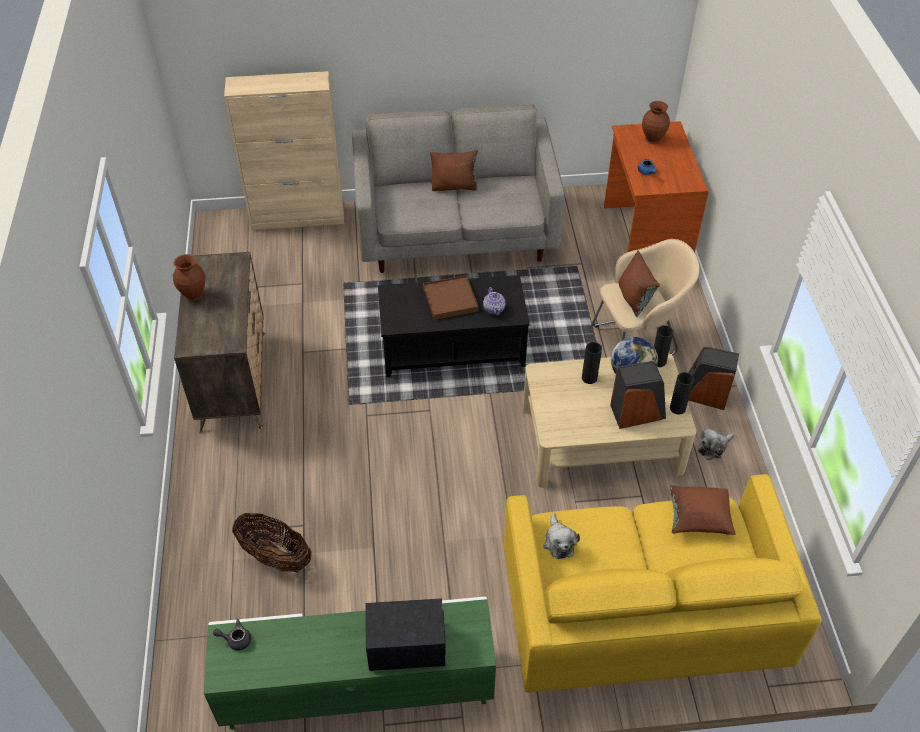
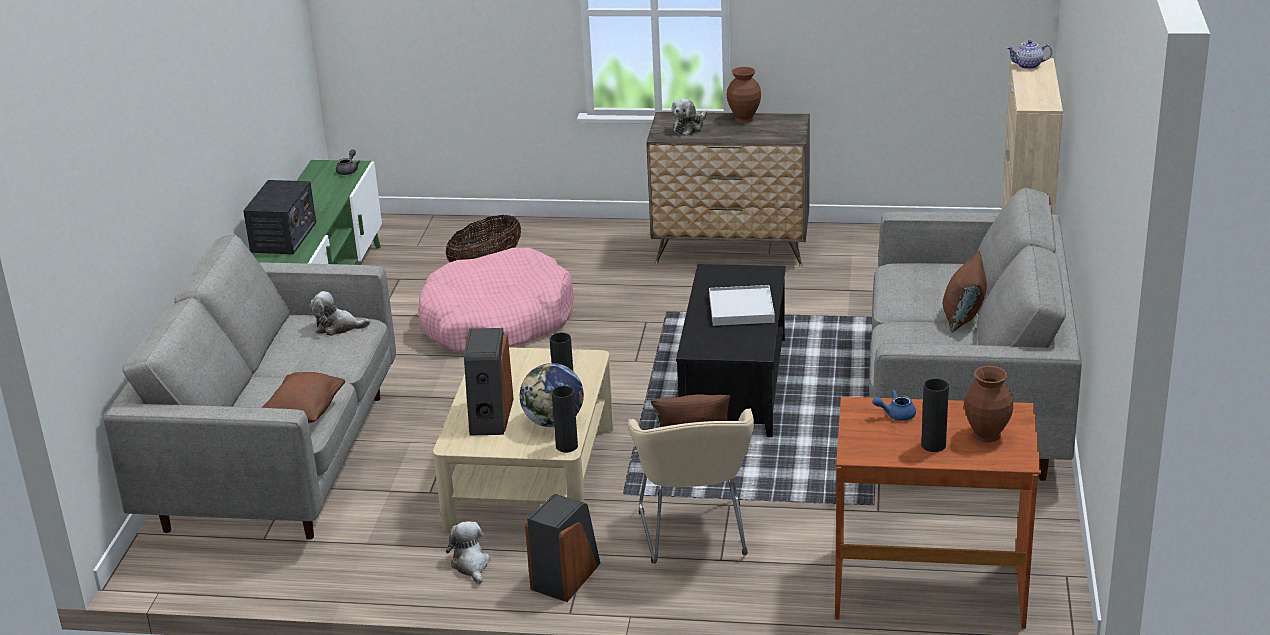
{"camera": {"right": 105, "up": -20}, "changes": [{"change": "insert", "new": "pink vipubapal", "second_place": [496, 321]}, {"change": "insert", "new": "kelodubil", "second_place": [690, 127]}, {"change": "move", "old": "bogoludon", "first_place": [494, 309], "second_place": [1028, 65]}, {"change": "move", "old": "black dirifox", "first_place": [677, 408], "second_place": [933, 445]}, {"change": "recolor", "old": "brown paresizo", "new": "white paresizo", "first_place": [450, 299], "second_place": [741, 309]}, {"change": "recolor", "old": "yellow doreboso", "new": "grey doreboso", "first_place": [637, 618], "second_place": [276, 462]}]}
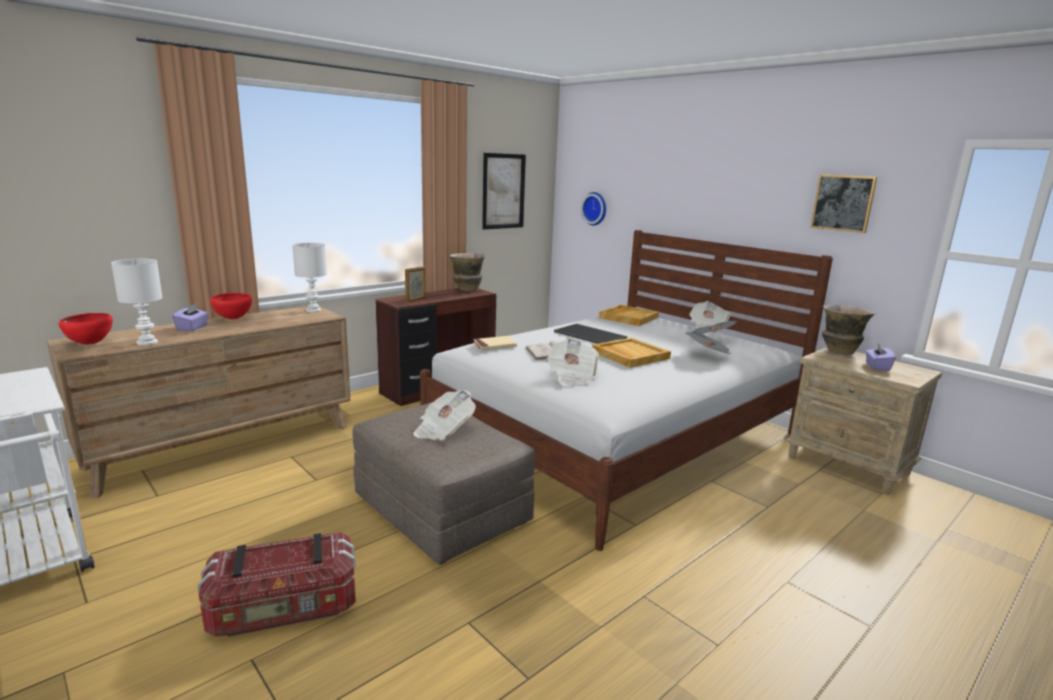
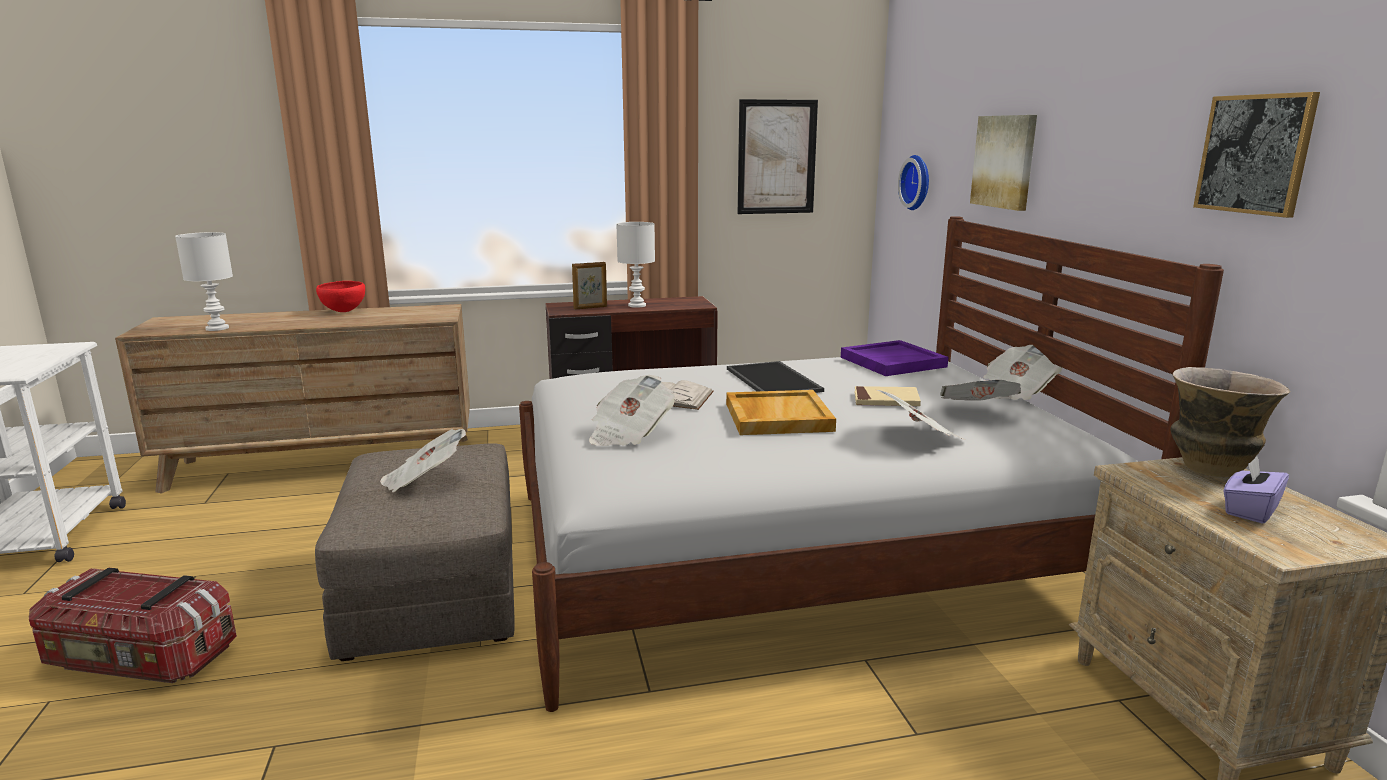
{"camera": {"right": 30, "up": 0}, "changes": [{"change": "delete", "old": "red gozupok", "first_place": [90, 343]}, {"change": "delete", "old": "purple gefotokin", "first_place": [192, 328]}, {"change": "delete", "old": "dirifox", "first_place": [466, 290]}, {"change": "insert", "new": "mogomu", "second_place": [1005, 161]}, {"change": "move", "old": "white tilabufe", "first_place": [314, 310], "second_place": [637, 305]}, {"change": "move", "old": "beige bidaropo", "first_place": [494, 345], "second_place": [886, 400]}, {"change": "recolor", "old": "beige paresizo", "new": "purple paresizo", "first_place": [628, 317], "second_place": [893, 362]}]}
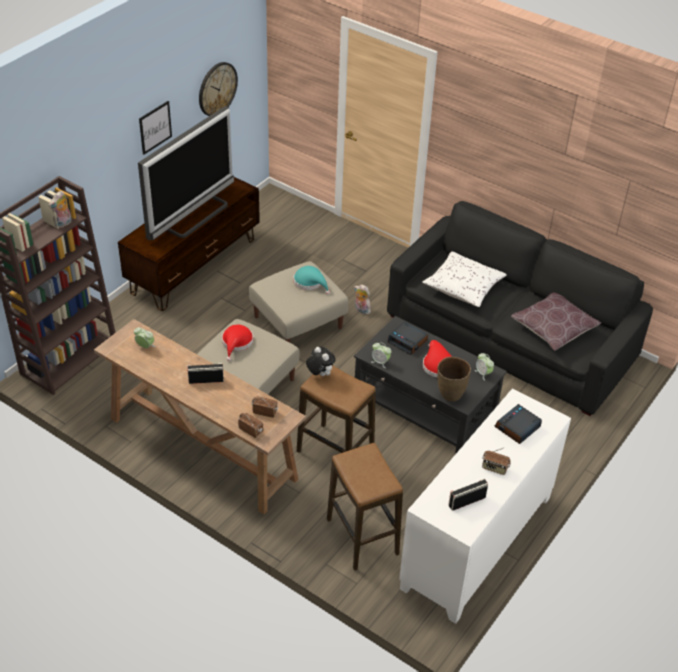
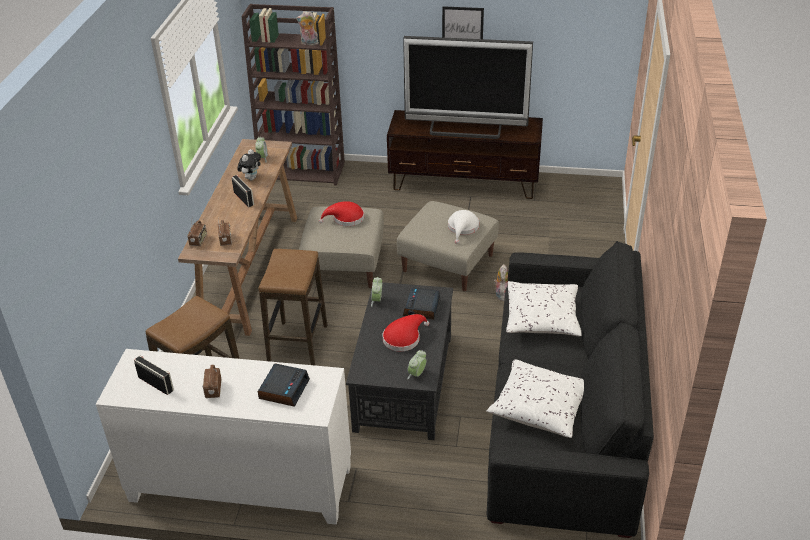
{"camera": {"right": 65, "up": -5}, "changes": [{"change": "delete", "old": "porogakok", "first_place": [217, 89]}, {"change": "delete", "old": "brown dirifox", "first_place": [450, 395]}, {"change": "move", "old": "kelodubil", "first_place": [319, 374], "second_place": [251, 178]}, {"change": "recolor", "old": "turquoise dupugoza", "new": "white dupugoza", "first_place": [310, 282], "second_place": [462, 228]}, {"change": "recolor", "old": "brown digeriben", "new": "white digeriben", "first_place": [553, 328], "second_place": [540, 407]}, {"change": "rotate", "old": "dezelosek", "first_place": [517, 428], "second_place": [284, 389], "degrees": 90}]}
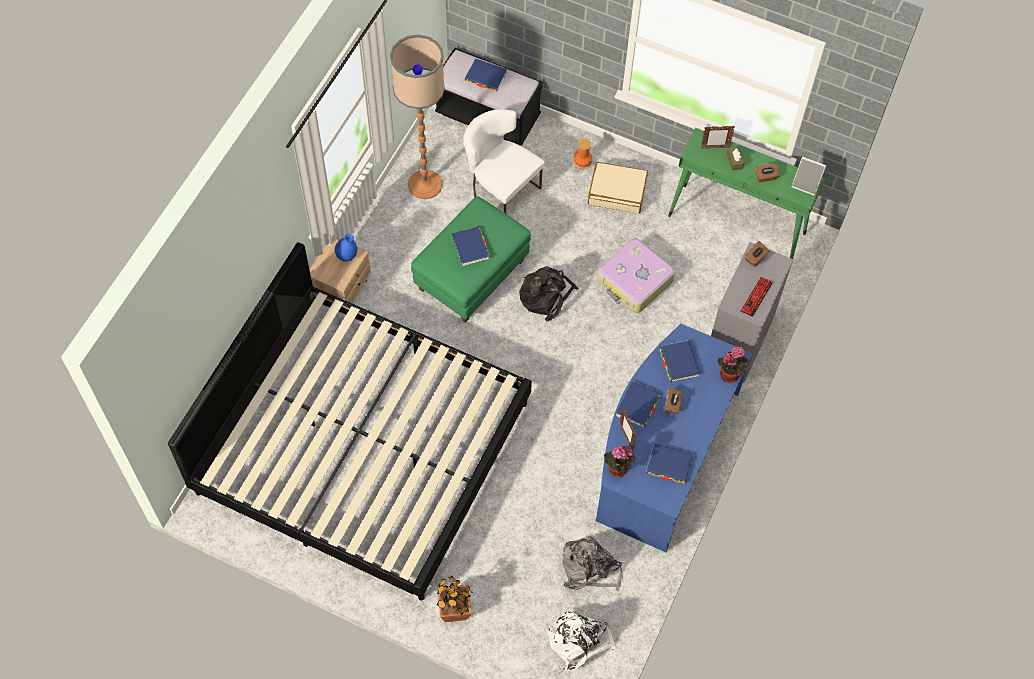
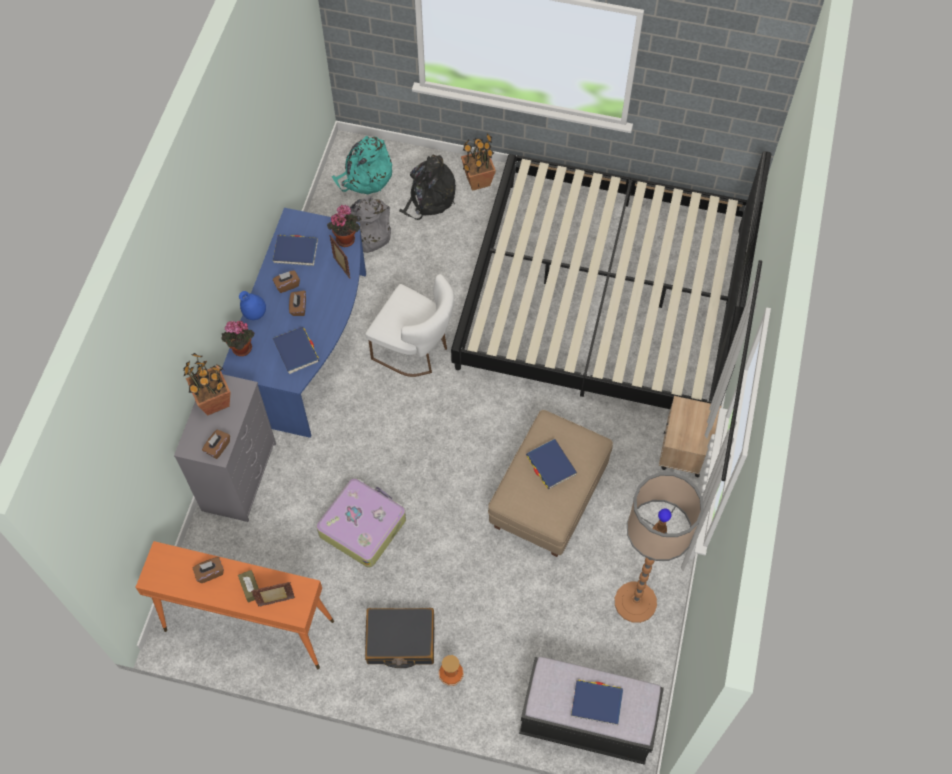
{"camera": {"right": 170, "up": 0}, "changes": [{"change": "delete", "old": "blue bidaropo", "first_place": [637, 405]}, {"change": "delete", "old": "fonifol", "first_place": [806, 185]}, {"change": "insert", "new": "brown gefotokin", "second_place": [287, 285]}, {"change": "move", "old": "blue dirifox", "first_place": [347, 256], "second_place": [255, 314]}, {"change": "move", "old": "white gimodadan", "first_place": [500, 189], "second_place": [416, 349]}, {"change": "move", "old": "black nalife", "first_place": [546, 296], "second_place": [429, 199]}, {"change": "replace", "old": "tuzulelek", "new": "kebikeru", "first_place": [756, 297], "second_place": [214, 402]}, {"change": "recolor", "old": "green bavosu", "new": "beige bavosu", "first_place": [471, 274], "second_place": [548, 498]}, {"change": "recolor", "old": "white nalife", "new": "turquoise nalife", "first_place": [578, 641], "second_place": [365, 177]}, {"change": "recolor", "old": "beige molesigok", "new": "black molesigok", "first_place": [617, 192], "second_place": [400, 640]}, {"change": "recolor", "old": "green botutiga", "new": "orange botutiga", "first_place": [737, 225], "second_place": [248, 625]}]}
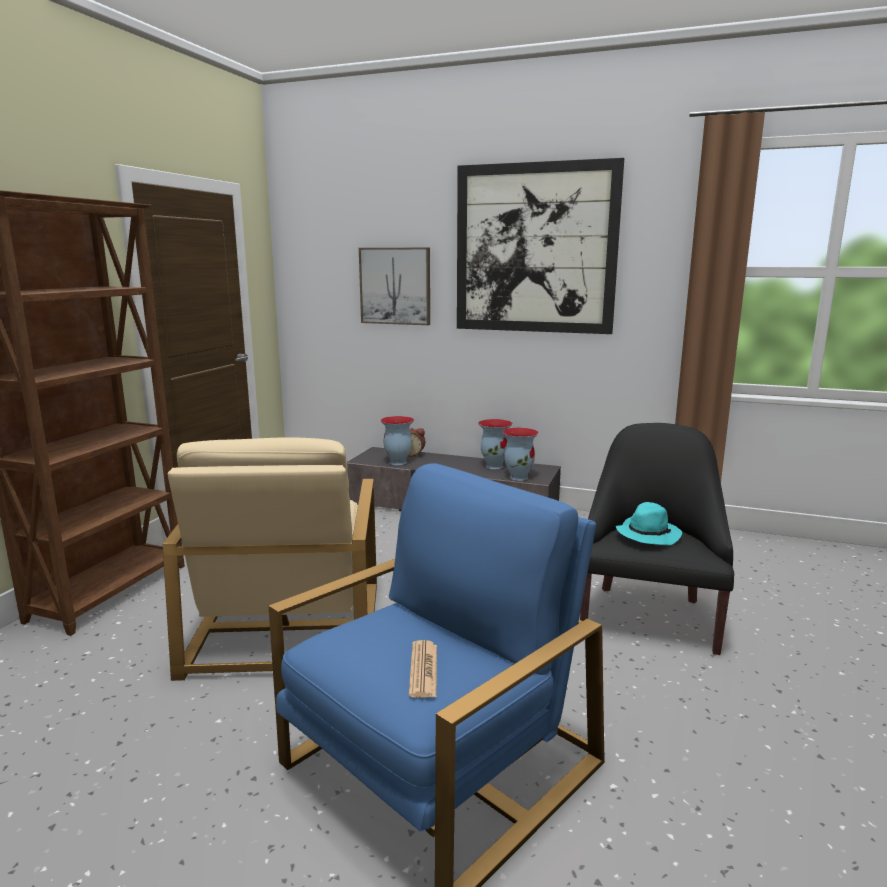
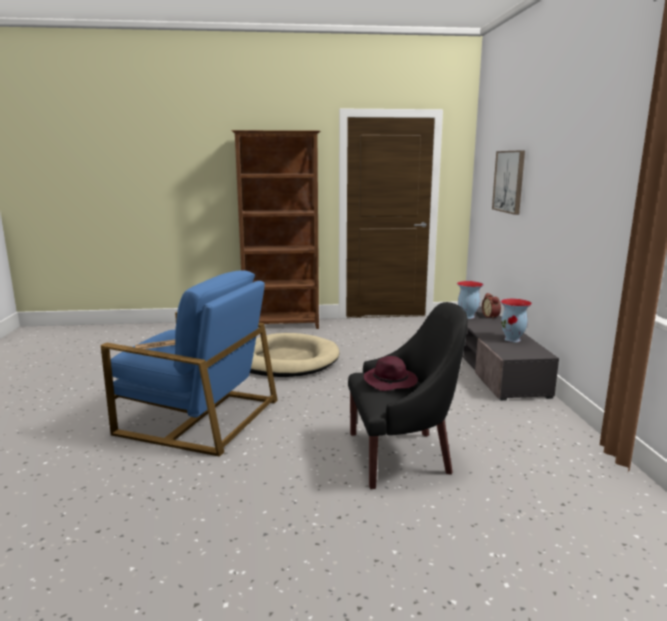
{"camera": {"right": 65, "up": 0}, "changes": [{"change": "delete", "old": "mogomu", "first_place": [535, 249]}, {"change": "delete", "old": "dirifox", "first_place": [519, 477]}, {"change": "replace", "old": "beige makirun", "new": "beige vipubapal", "first_place": [285, 625], "second_place": [285, 360]}, {"change": "recolor", "old": "turquoise dupugoza", "new": "purple dupugoza", "first_place": [648, 534], "second_place": [391, 382]}]}
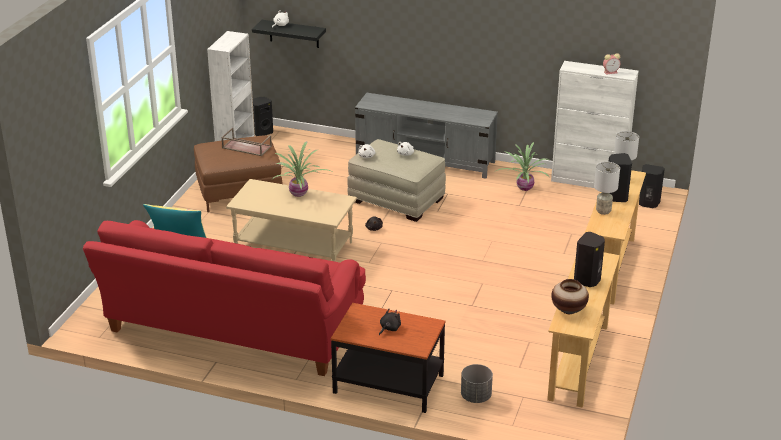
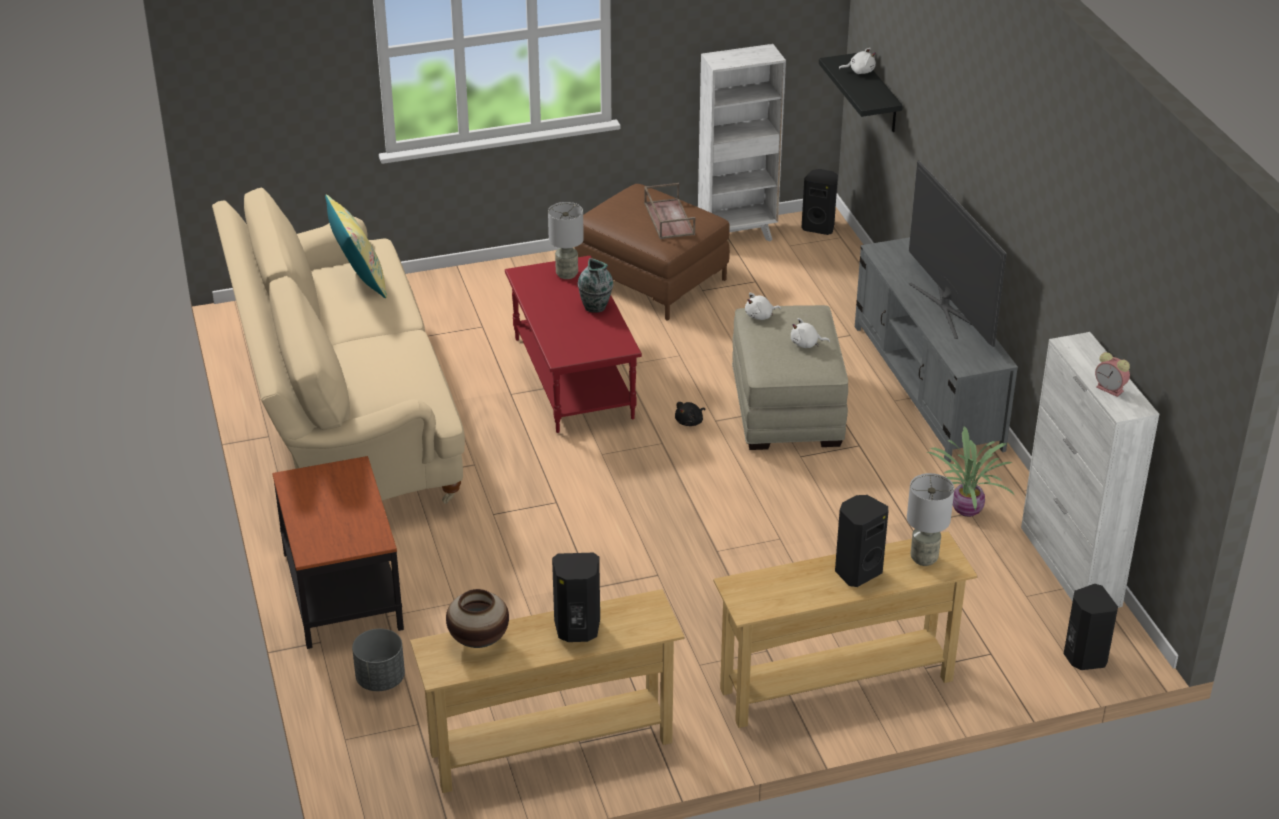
{"camera": {"right": 55, "up": 5}, "changes": [{"change": "delete", "old": "black kelodubil", "first_place": [389, 328]}, {"change": "insert", "new": "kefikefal", "second_place": [947, 307]}, {"change": "move", "old": "grey tilabufe", "first_place": [603, 211], "second_place": [567, 274]}, {"change": "replace", "old": "kebikeru", "new": "dirifox", "first_place": [299, 194], "second_place": [595, 307]}, {"change": "recolor", "old": "red doreboso", "new": "beige doreboso", "first_place": [232, 330], "second_place": [344, 417]}, {"change": "recolor", "old": "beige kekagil", "new": "red kekagil", "first_place": [293, 247], "second_place": [571, 378]}]}
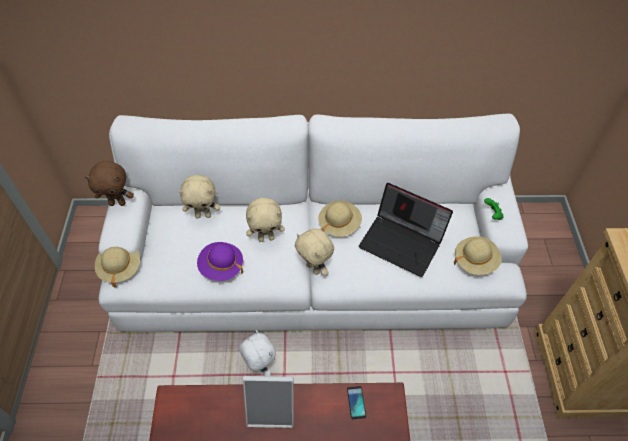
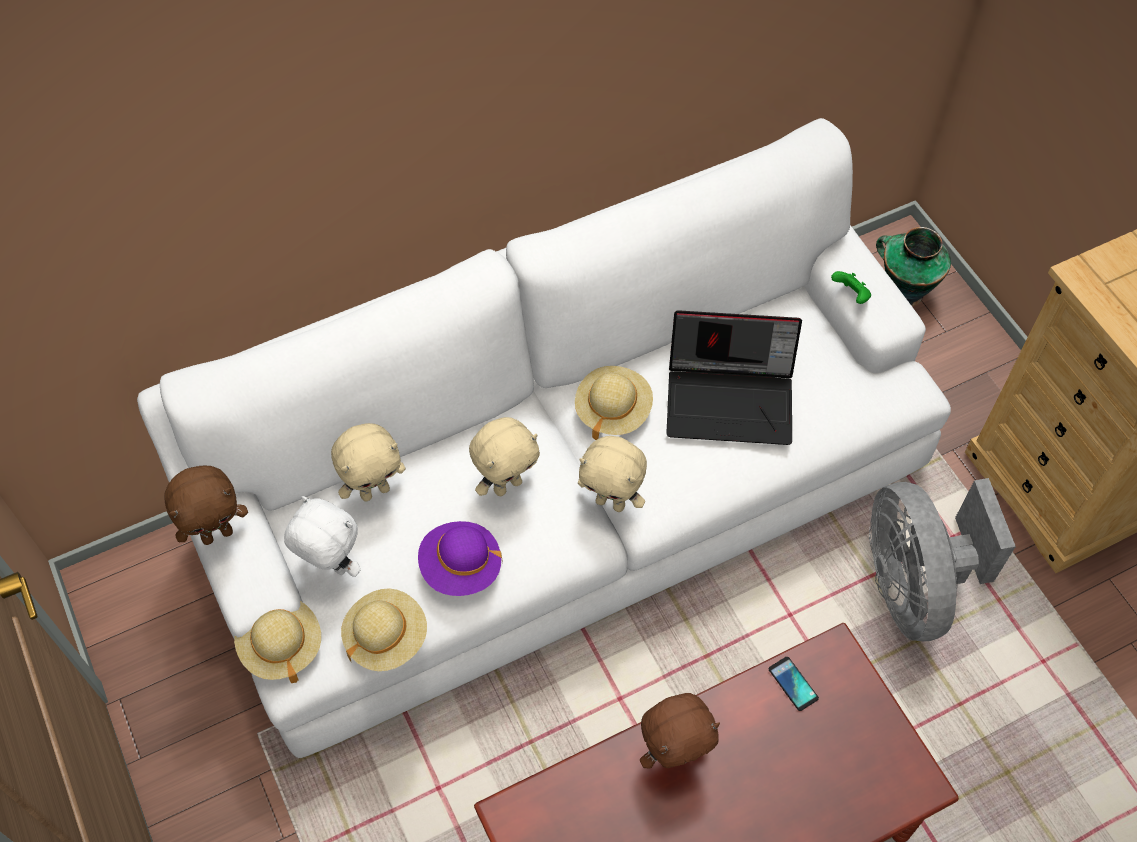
{"camera": {"right": -25, "up": 5}, "changes": [{"change": "insert", "new": "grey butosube", "second_place": [913, 585]}, {"change": "insert", "new": "dirifox", "second_place": [903, 291]}, {"change": "move", "old": "white kelodubil", "first_place": [259, 366], "second_place": [331, 566]}, {"change": "move", "old": "beige dupugoza", "first_place": [475, 261], "second_place": [386, 637]}, {"change": "replace", "old": "fonifol", "new": "brown kelodubil", "first_place": [271, 410], "second_place": [674, 755]}]}
